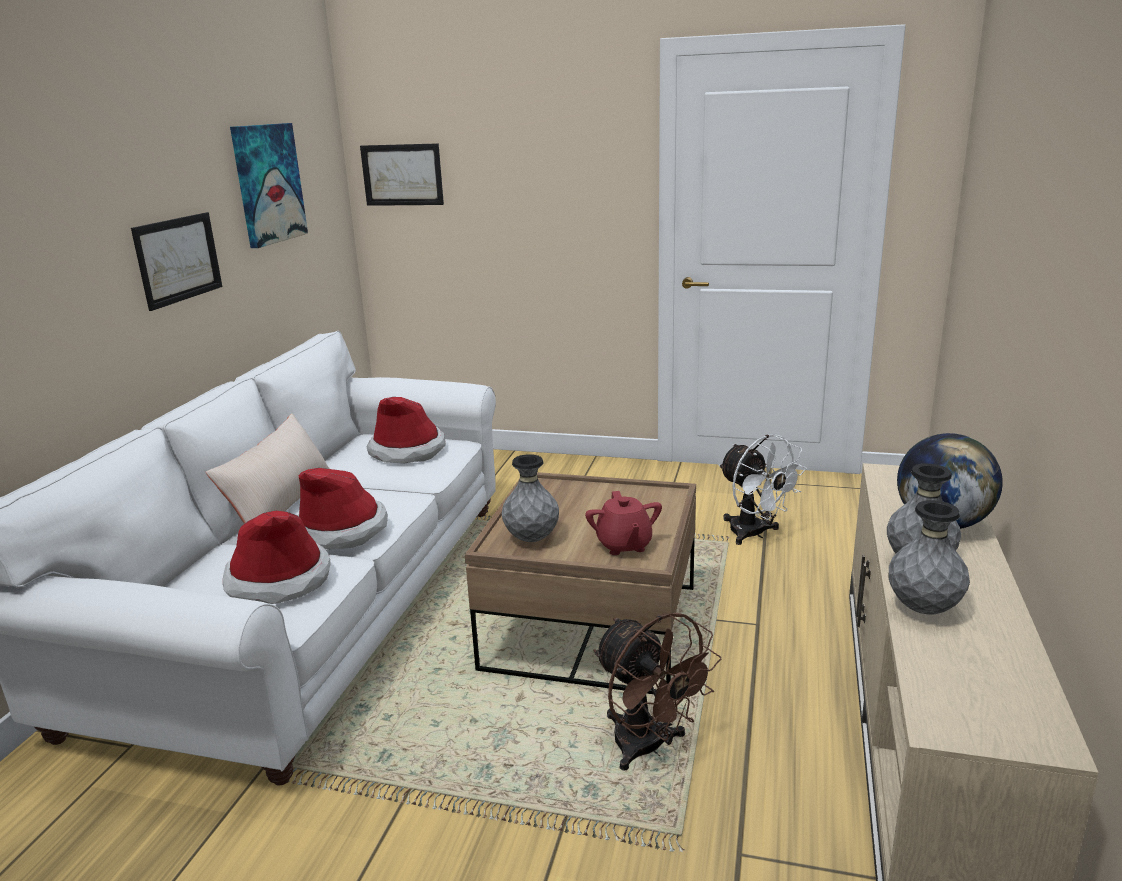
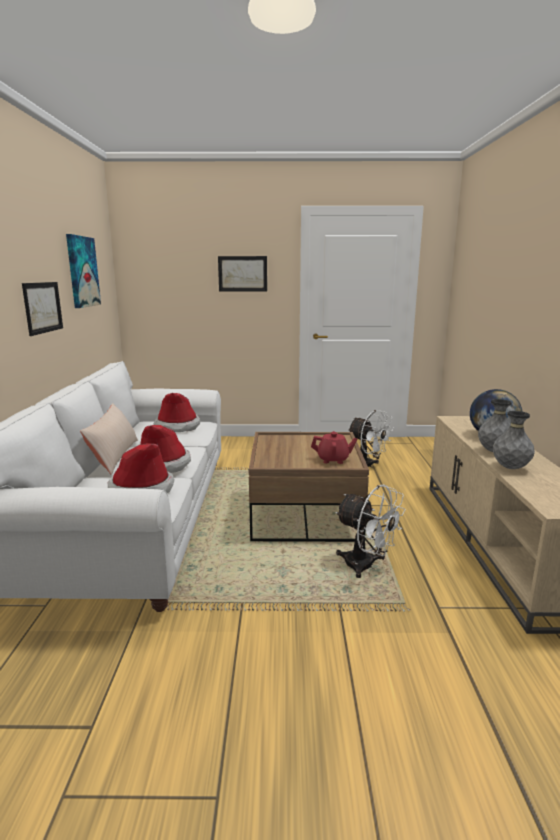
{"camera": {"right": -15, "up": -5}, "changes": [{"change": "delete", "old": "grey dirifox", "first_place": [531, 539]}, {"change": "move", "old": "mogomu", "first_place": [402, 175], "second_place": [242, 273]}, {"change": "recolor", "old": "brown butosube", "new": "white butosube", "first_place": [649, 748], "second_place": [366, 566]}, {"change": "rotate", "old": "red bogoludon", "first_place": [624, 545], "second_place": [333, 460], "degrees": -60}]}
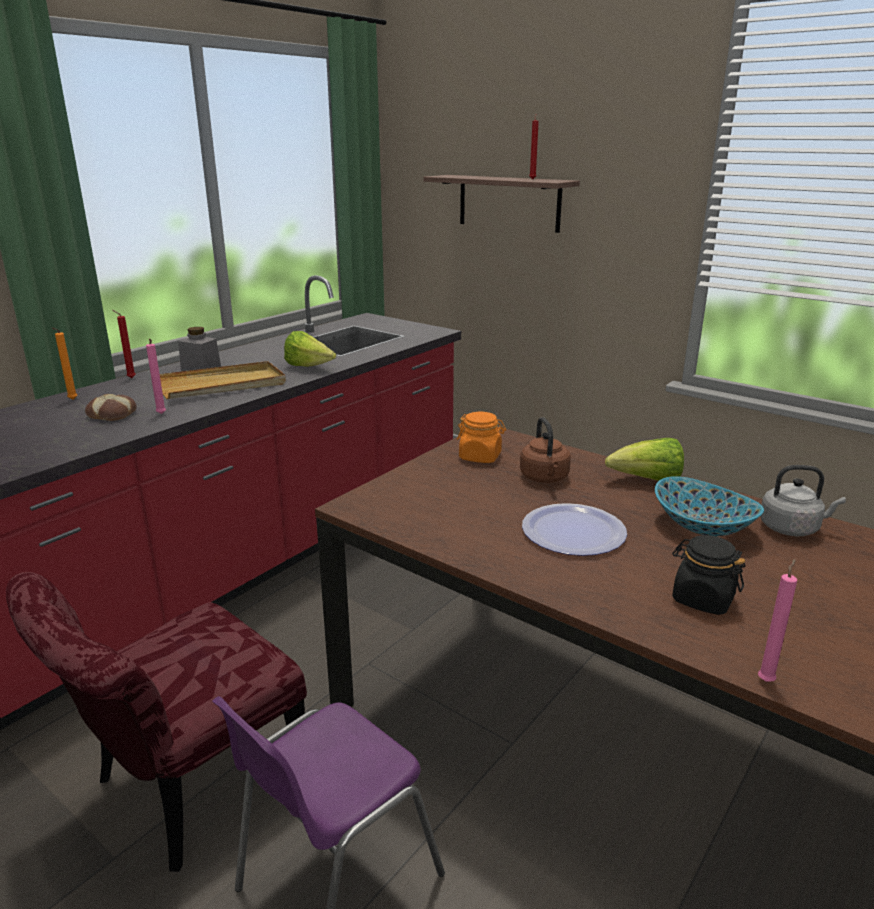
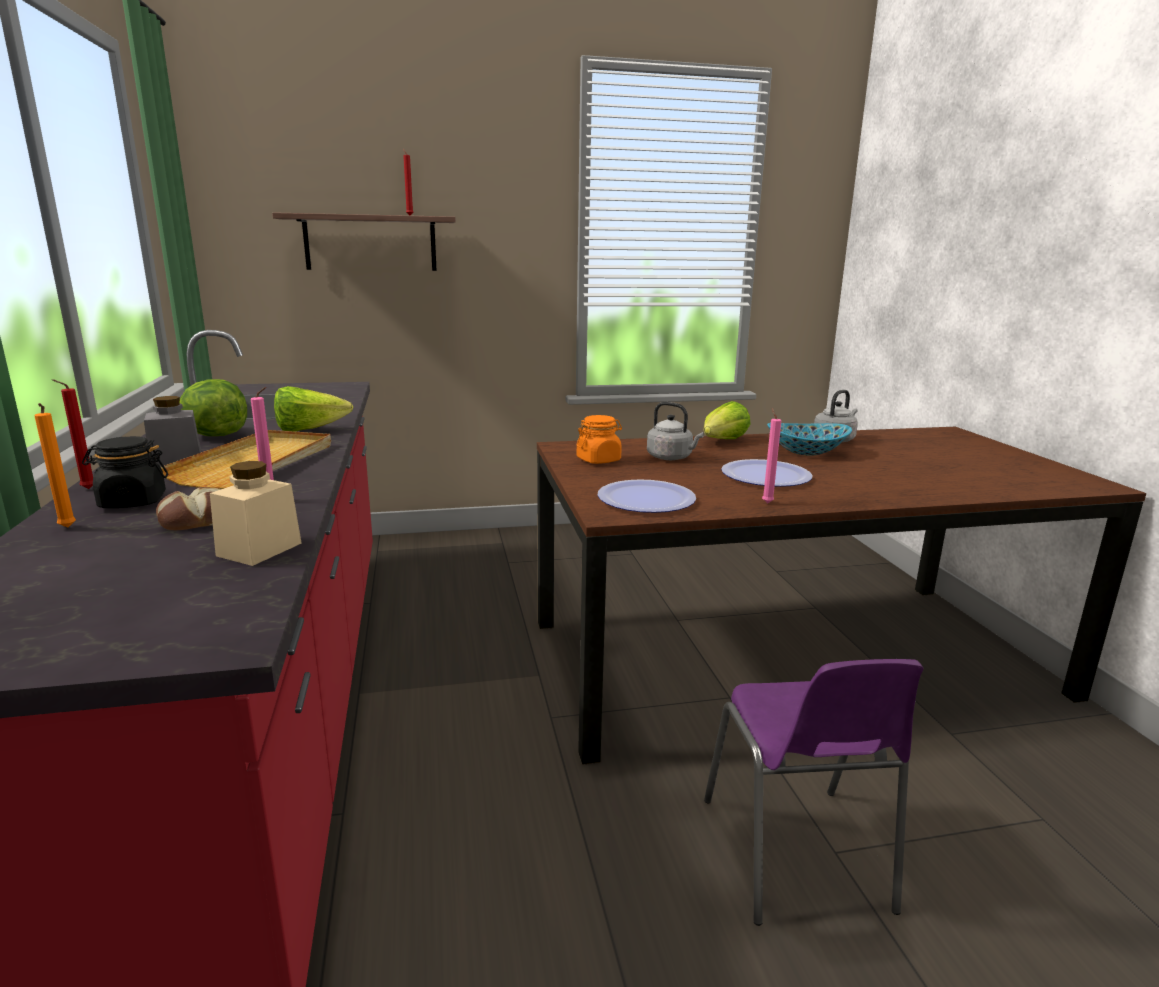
{"camera": {"right": -50, "up": -5}, "changes": [{"change": "delete", "old": "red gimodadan", "first_place": [186, 790]}, {"change": "insert", "new": "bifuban", "second_place": [215, 435]}, {"change": "insert", "new": "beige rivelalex", "second_place": [259, 549]}, {"change": "insert", "new": "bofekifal", "second_place": [646, 499]}, {"change": "move", "old": "black rivelalex", "first_place": [702, 599], "second_place": [132, 502]}, {"change": "move", "old": "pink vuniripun", "first_place": [766, 680], "second_place": [766, 502]}, {"change": "recolor", "old": "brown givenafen", "new": "grey givenafen", "first_place": [545, 478], "second_place": [671, 458]}]}
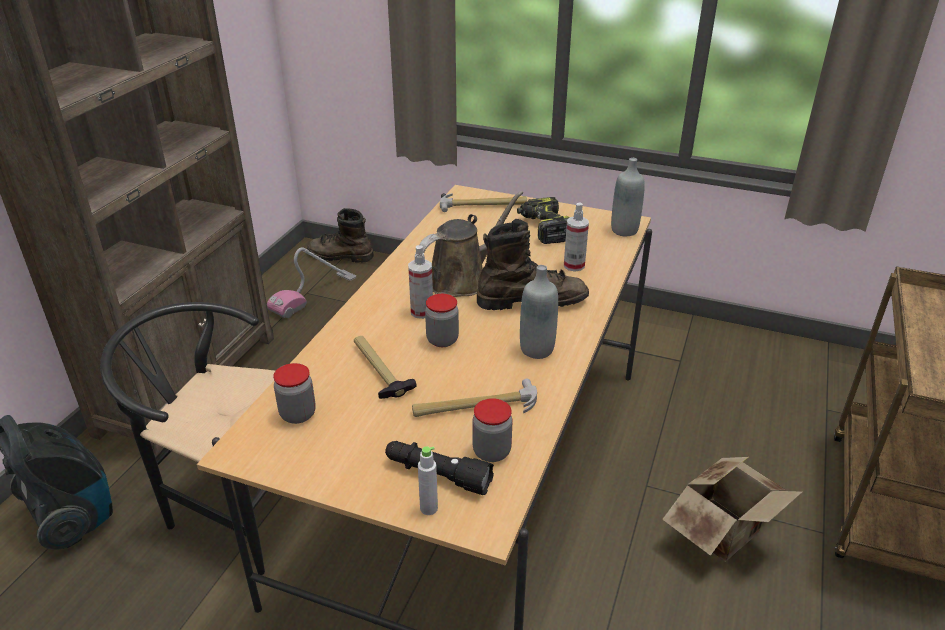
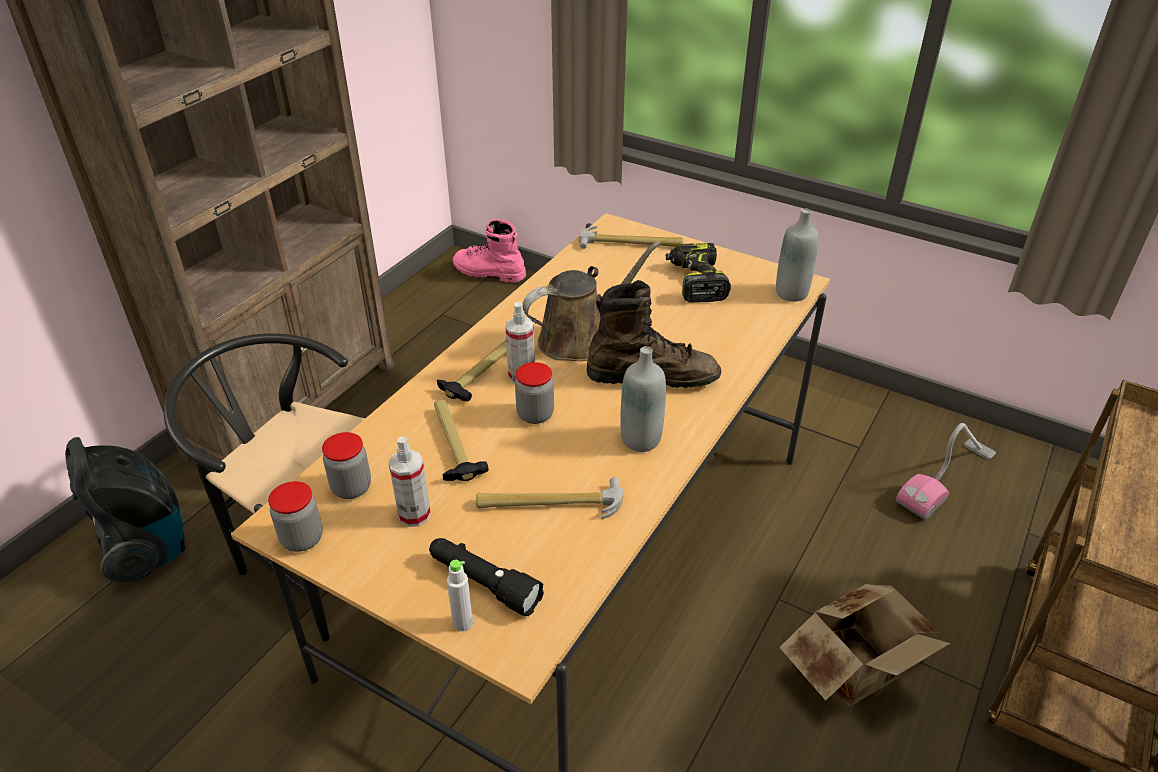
{"camera": {"right": 10, "up": 5}, "changes": [{"change": "insert", "new": "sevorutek", "second_place": [482, 371]}, {"change": "move", "old": "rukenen", "first_place": [314, 295], "second_place": [946, 479]}, {"change": "move", "old": "rivelalex", "first_place": [491, 452], "second_place": [302, 539]}, {"change": "move", "old": "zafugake", "first_place": [574, 265], "second_place": [414, 514]}, {"change": "recolor", "old": "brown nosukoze", "new": "pink nosukoze", "first_place": [340, 256], "second_place": [488, 272]}]}
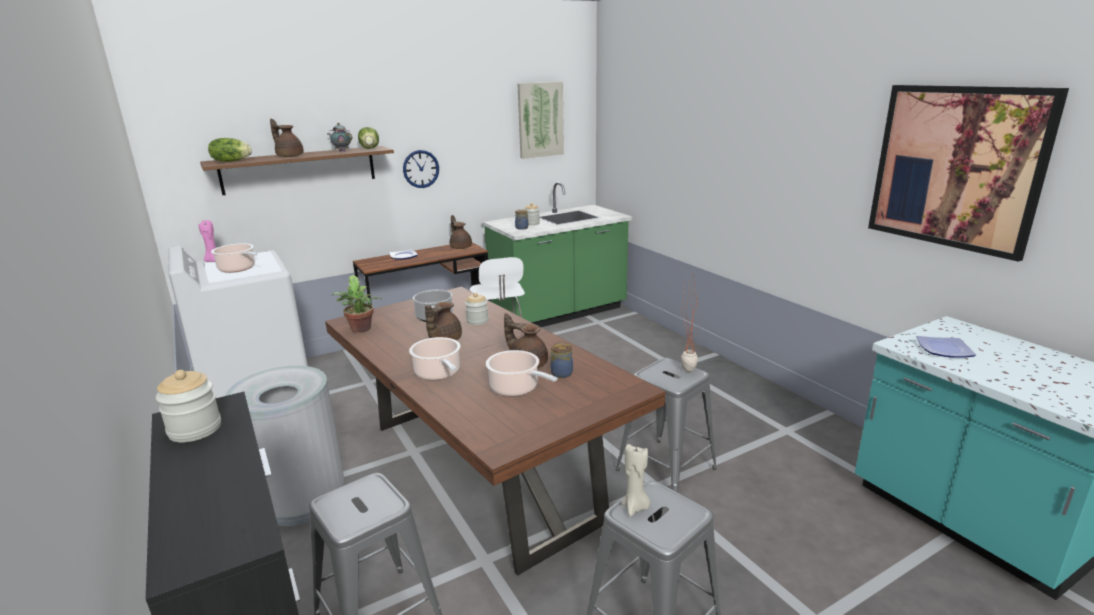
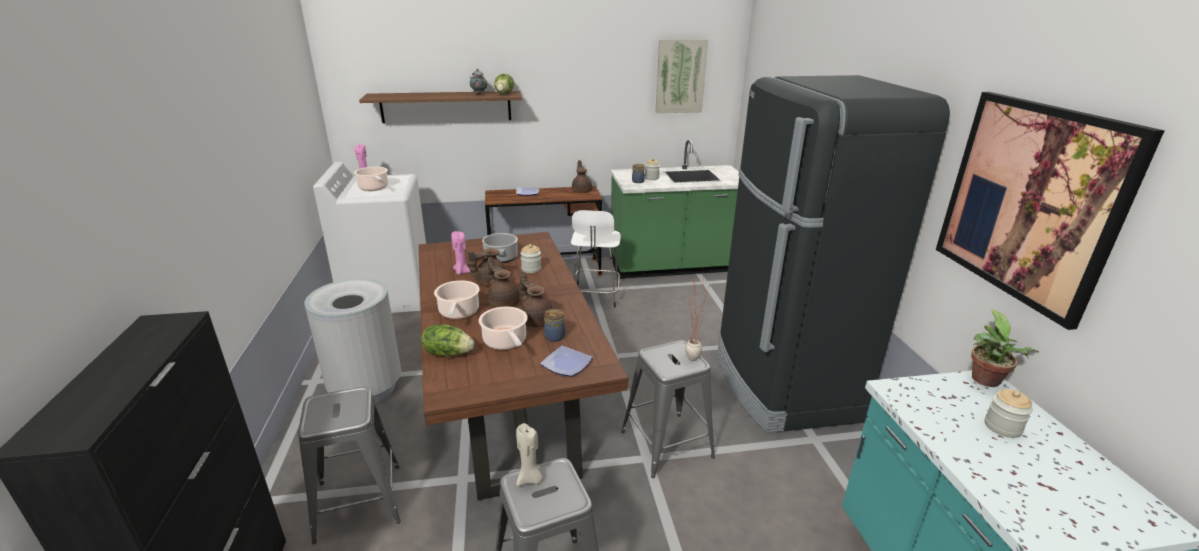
{"camera": {"right": 20, "up": 5}, "changes": [{"change": "delete", "old": "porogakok", "first_place": [421, 169]}, {"change": "insert", "new": "pink vuniripun", "second_place": [461, 272]}, {"change": "insert", "new": "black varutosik", "second_place": [782, 385]}, {"change": "move", "old": "rivelalex", "first_place": [195, 429], "second_place": [1002, 427]}, {"change": "move", "old": "bifuban", "first_place": [231, 161], "second_place": [448, 353]}, {"change": "move", "old": "brown bogoludon", "first_place": [289, 156], "second_place": [503, 303]}, {"change": "move", "old": "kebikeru", "first_place": [361, 330], "second_place": [987, 382]}, {"change": "move", "old": "bofekifal", "first_place": [943, 349], "second_place": [566, 363]}]}
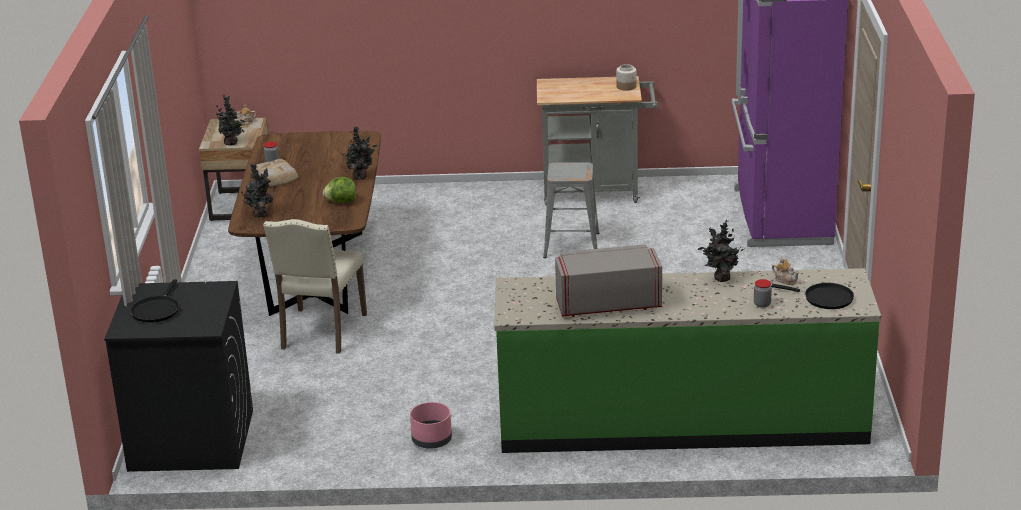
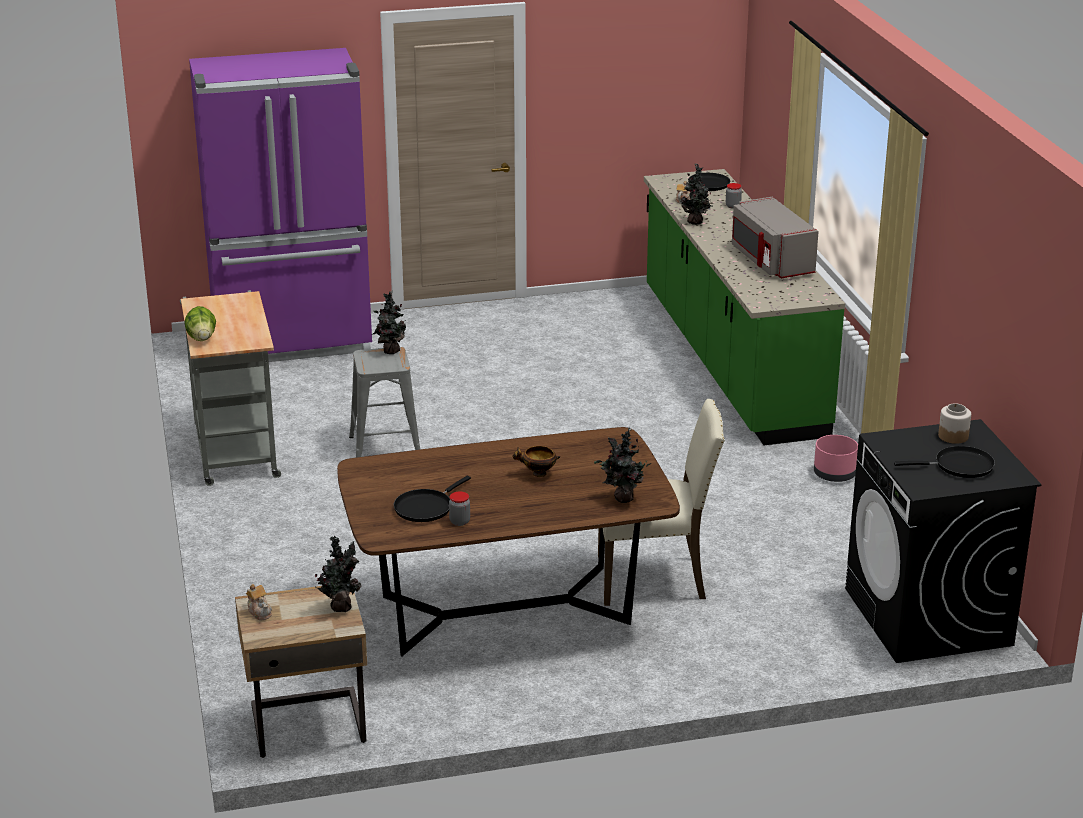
{"camera": {"right": -105, "up": 0}, "changes": [{"change": "delete", "old": "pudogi", "first_place": [275, 177]}, {"change": "insert", "new": "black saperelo", "second_place": [426, 507]}, {"change": "insert", "new": "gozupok", "second_place": [537, 474]}, {"change": "move", "old": "bifuban", "first_place": [341, 202], "second_place": [202, 338]}, {"change": "move", "old": "kebikeru", "first_place": [360, 176], "second_place": [389, 351]}, {"change": "move", "old": "rivelalex", "first_place": [626, 86], "second_place": [953, 436]}]}
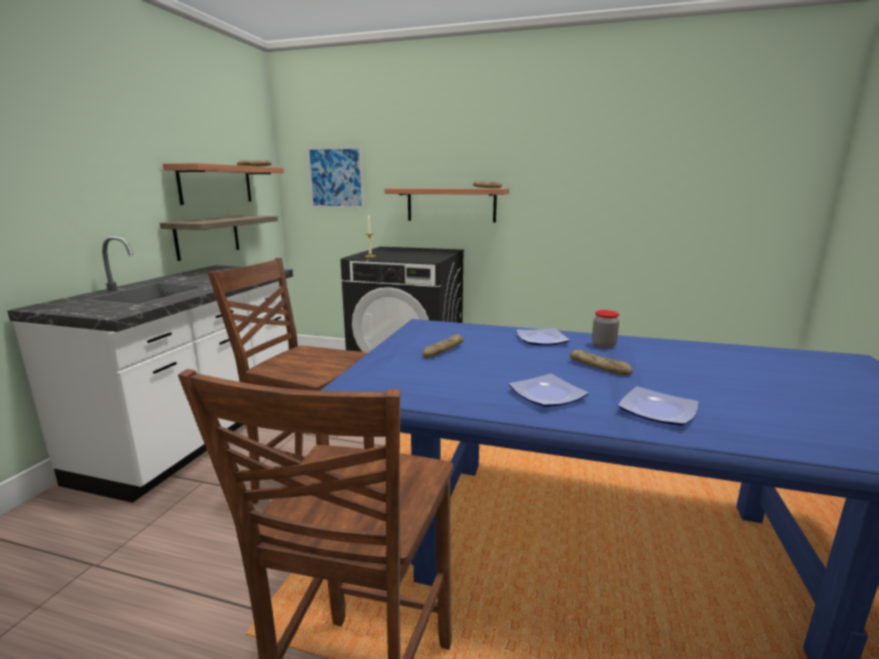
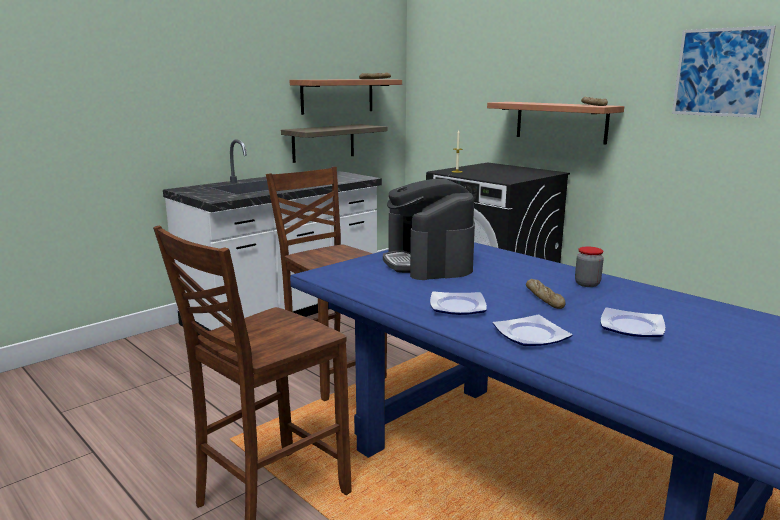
{"camera": {"right": 30, "up": 0}, "changes": [{"change": "move", "old": "mogomu", "first_place": [336, 178], "second_place": [720, 72]}, {"change": "move", "old": "bofekifal", "first_place": [542, 340], "second_place": [633, 328]}, {"change": "replace", "old": "pudogi", "new": "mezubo", "first_place": [443, 351], "second_place": [428, 263]}]}
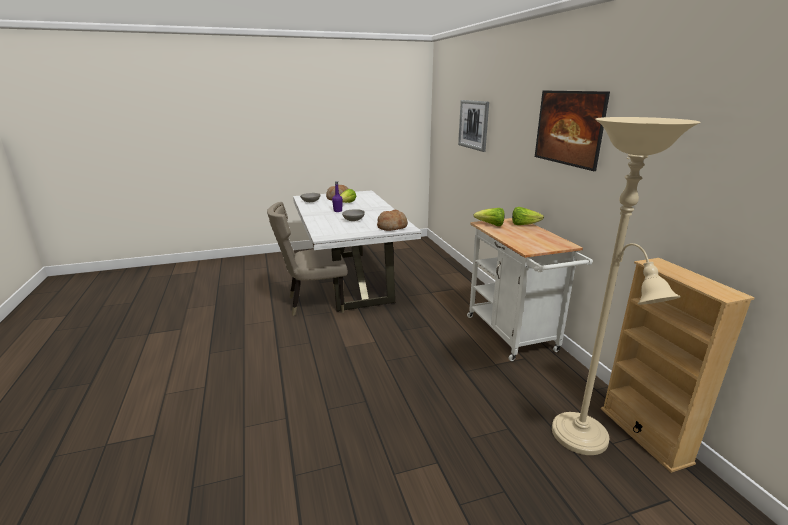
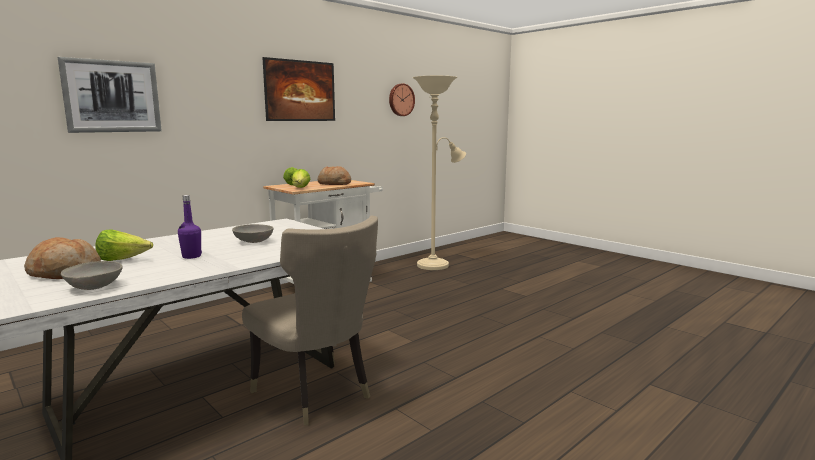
{"camera": {"right": -115, "up": -10}, "changes": [{"change": "delete", "old": "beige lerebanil", "first_place": [644, 434]}, {"change": "insert", "new": "porogakok", "second_place": [400, 100]}, {"change": "move", "old": "pudogi", "first_place": [392, 227], "second_place": [334, 184]}]}
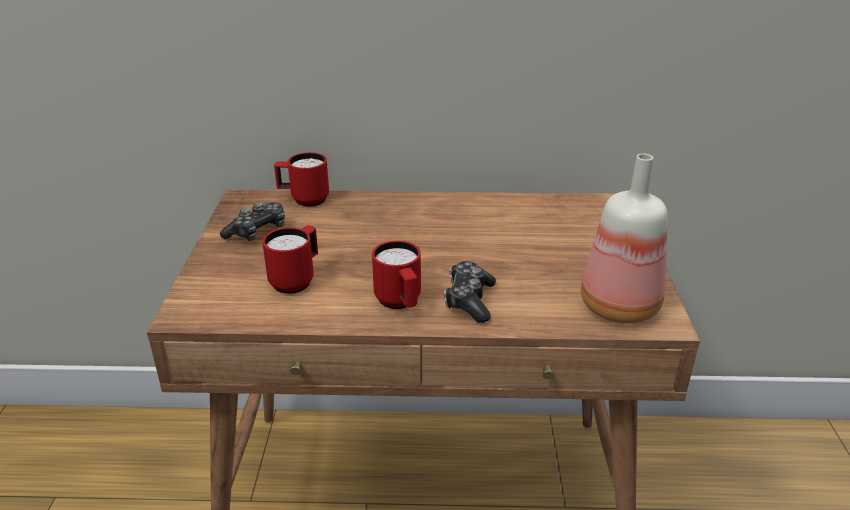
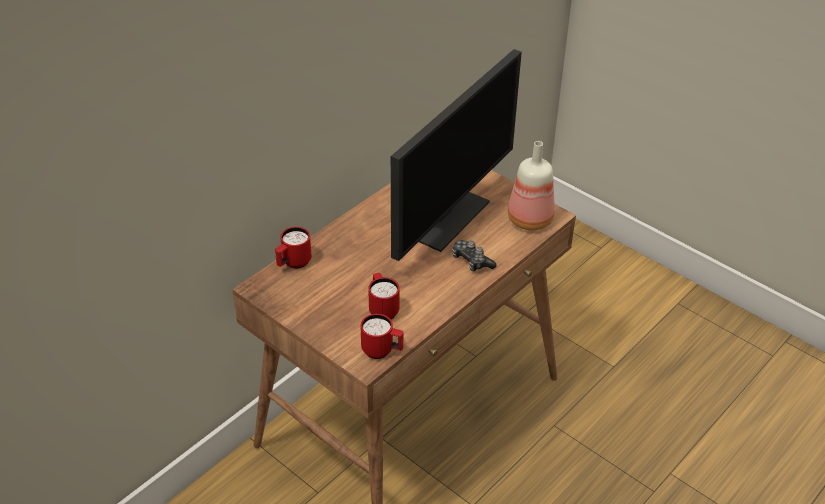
{"camera": {"right": -50, "up": 10}, "changes": [{"change": "delete", "old": "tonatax", "first_place": [257, 231]}, {"change": "insert", "new": "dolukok", "second_place": [442, 215]}, {"change": "move", "old": "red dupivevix", "first_place": [400, 303], "second_place": [382, 351]}]}
